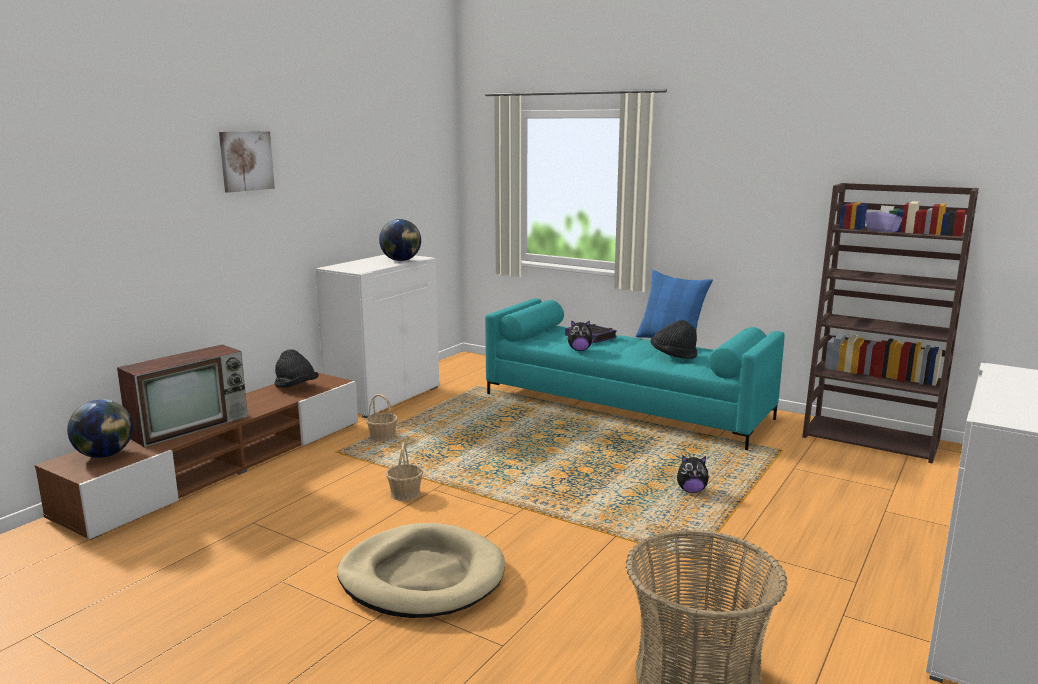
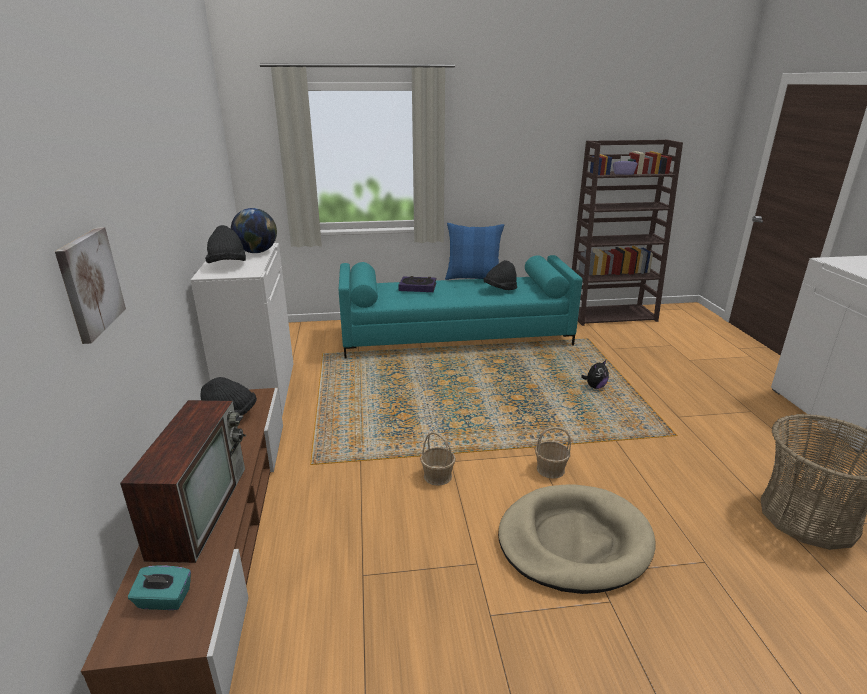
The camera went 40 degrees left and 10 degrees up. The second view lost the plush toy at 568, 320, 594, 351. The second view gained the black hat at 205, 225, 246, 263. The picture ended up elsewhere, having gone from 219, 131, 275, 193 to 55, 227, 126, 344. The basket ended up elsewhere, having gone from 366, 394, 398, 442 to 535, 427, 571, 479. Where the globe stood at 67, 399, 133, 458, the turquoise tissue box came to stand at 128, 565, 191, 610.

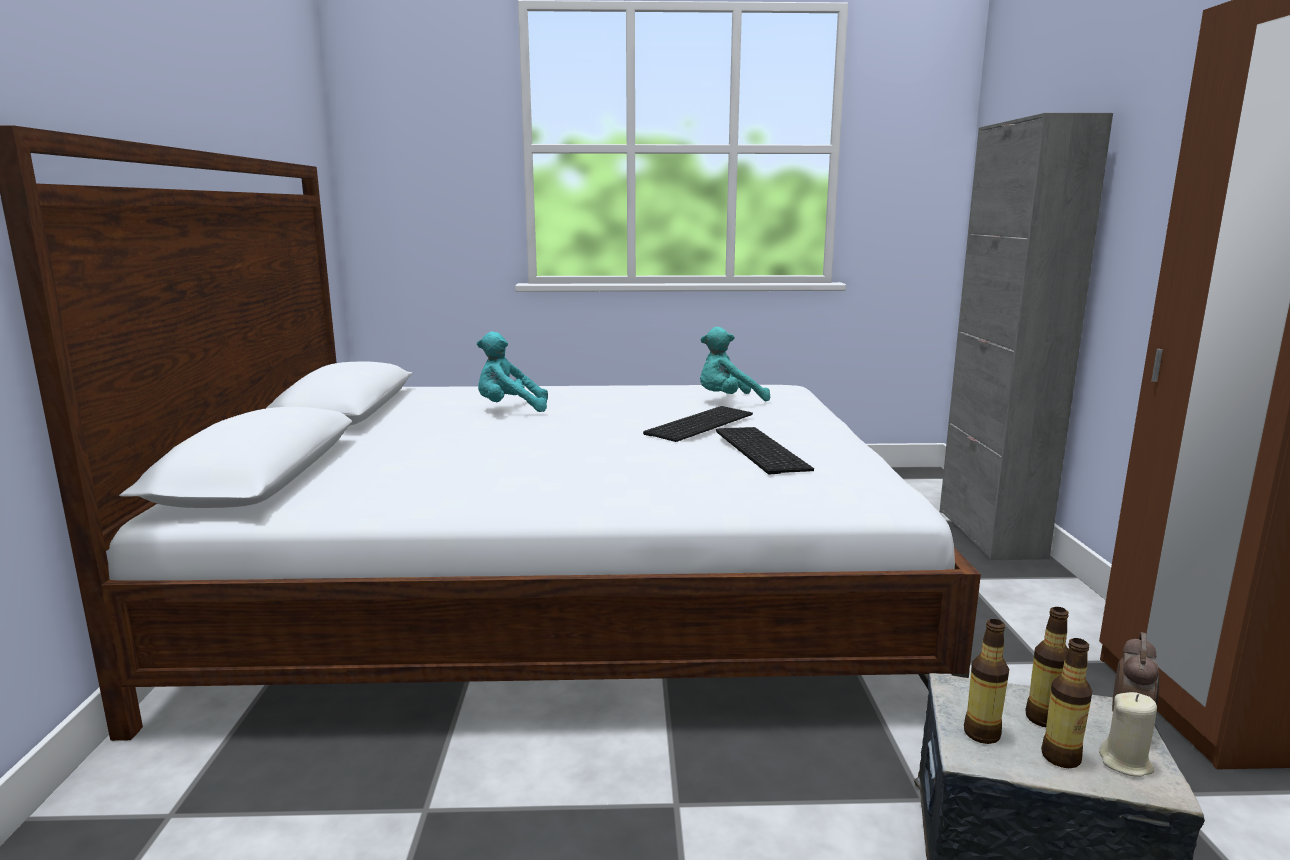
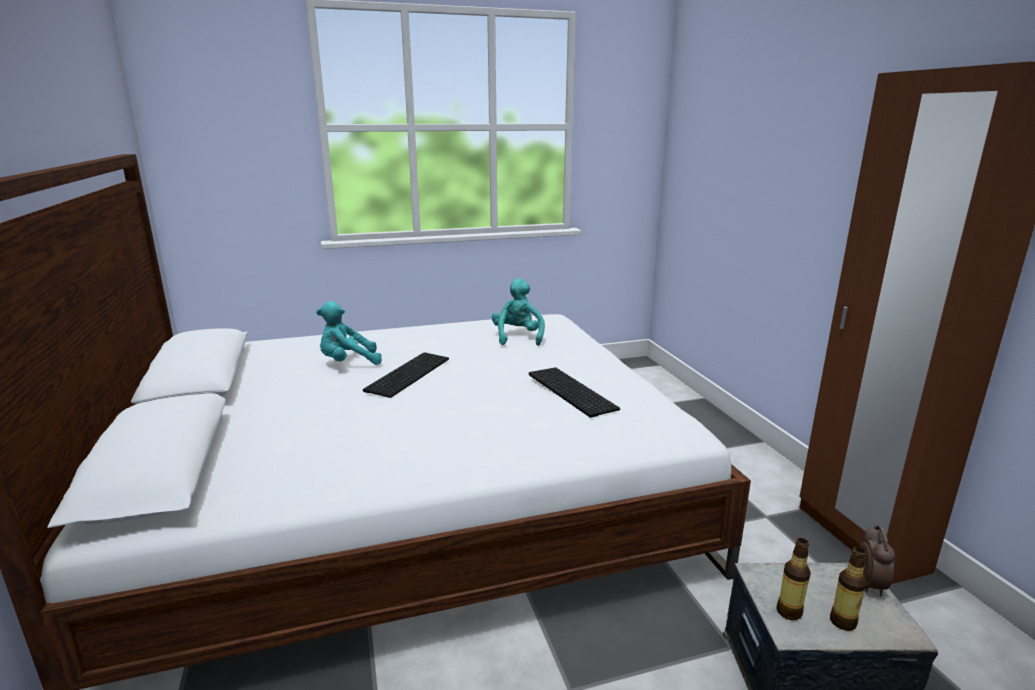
The camera went 15 degrees left and 5 degrees up. The second view lost the grey cabinet at 939, 113, 1113, 560. The second view lost the bottle at 1026, 607, 1069, 727. The second view lost the beige candle at 1099, 692, 1157, 777. The keyboard ended up elsewhere, having gone from 643, 406, 753, 442 to 363, 352, 449, 398. The turquoise plush toy at 700, 327, 770, 401 ended up facing another way, 120 degrees clockwise from before.

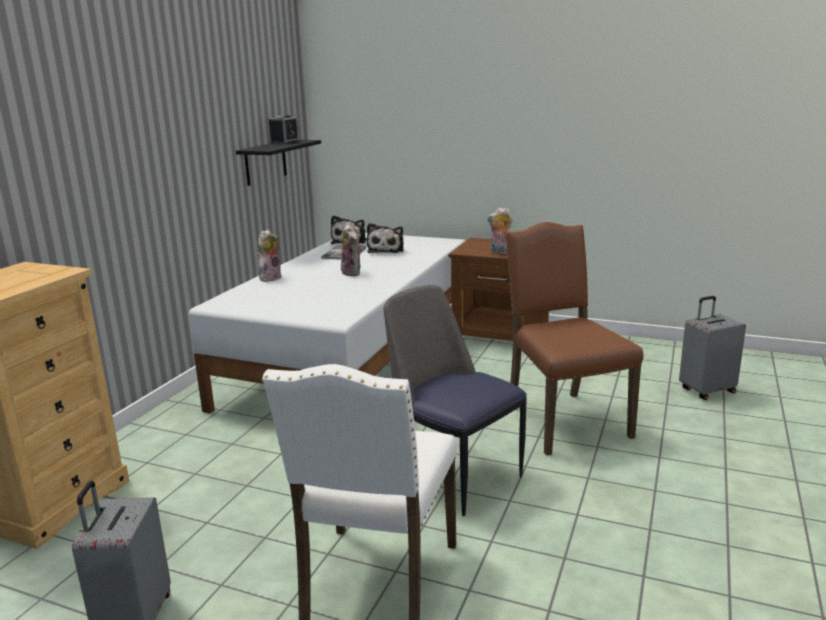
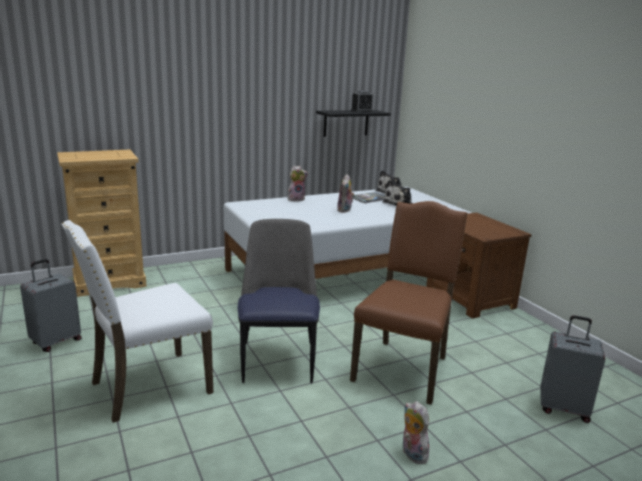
The camera went 40 degrees right and 0 degrees up. The plush toy ended up elsewhere, having gone from 487, 207, 513, 254 to 403, 401, 429, 464.

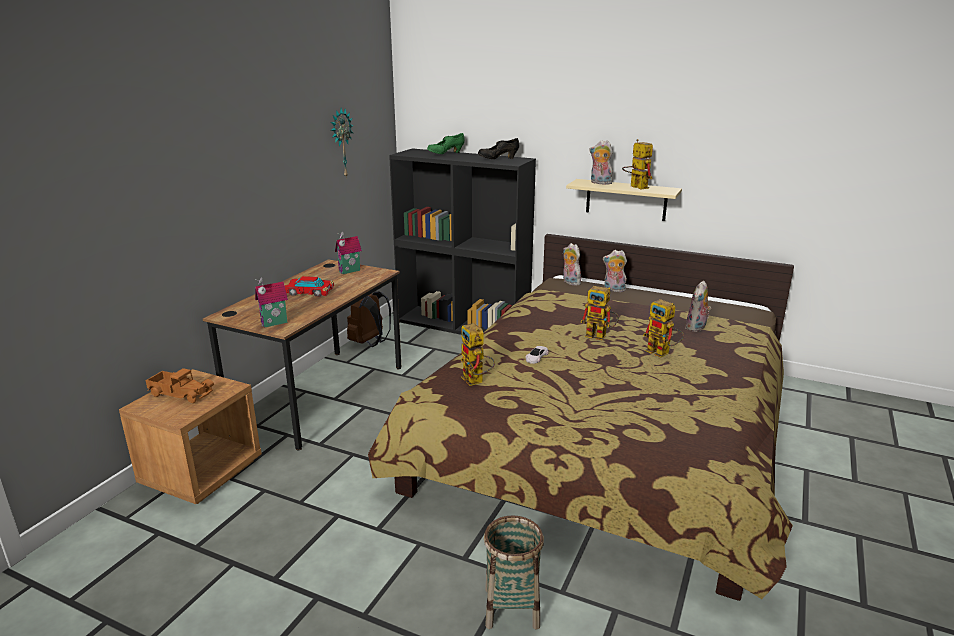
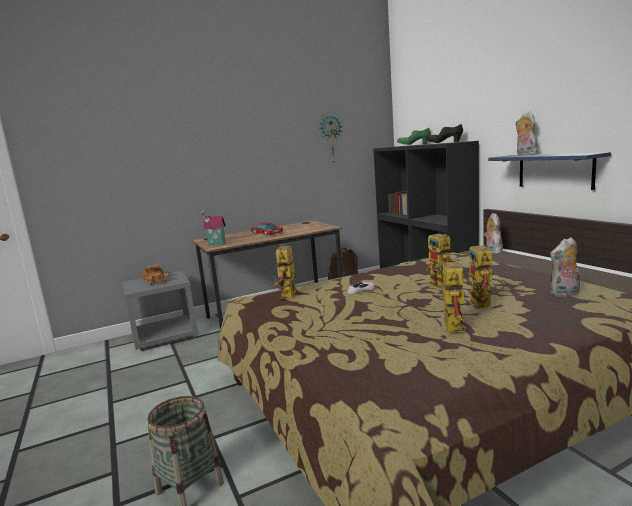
The camera went 40 degrees right and 10 degrees down. The second view lost the toy house at 335, 232, 362, 274. The second view lost the plush toy at 603, 250, 627, 292. The toy robot ended up elsewhere, having gone from 622, 139, 653, 190 to 432, 257, 465, 333. What was the brown nightstand at 119, 369, 262, 504 turned into the grey nightstand at 122, 271, 198, 351. What was the beige shelf at 566, 179, 682, 221 turned into the blue shelf at 488, 152, 611, 190.

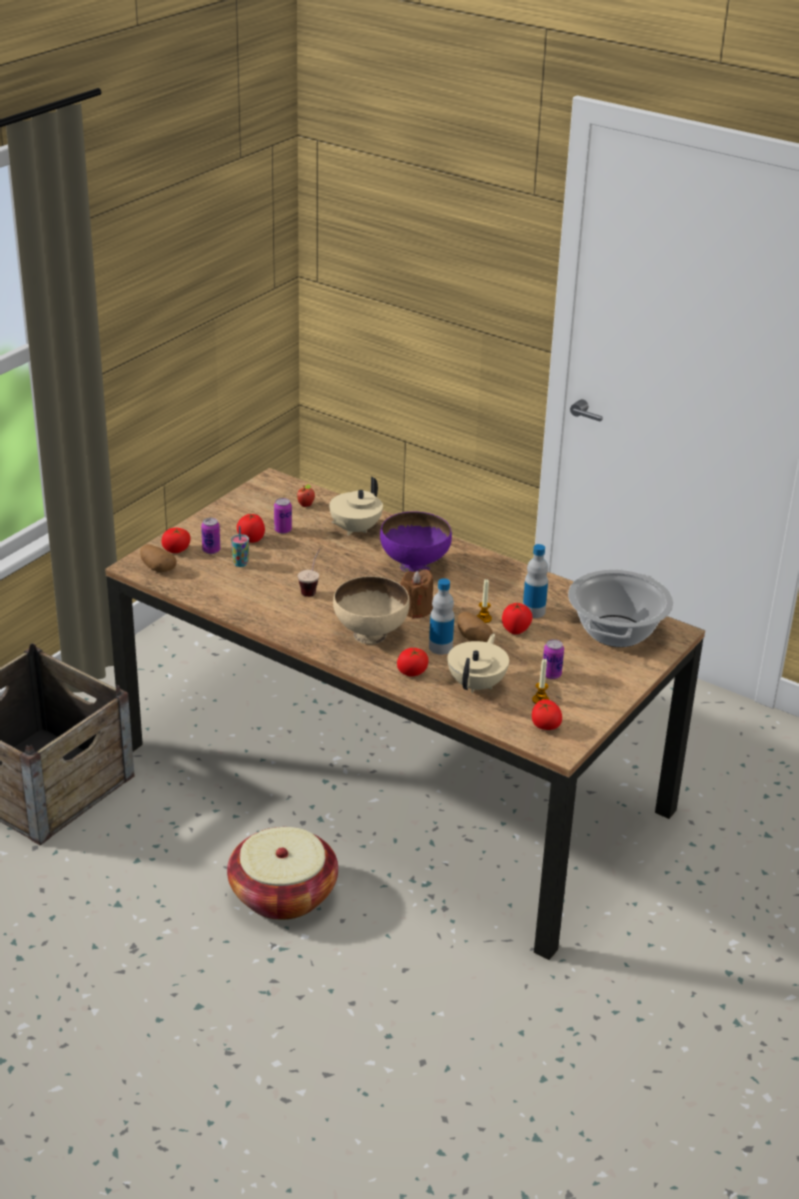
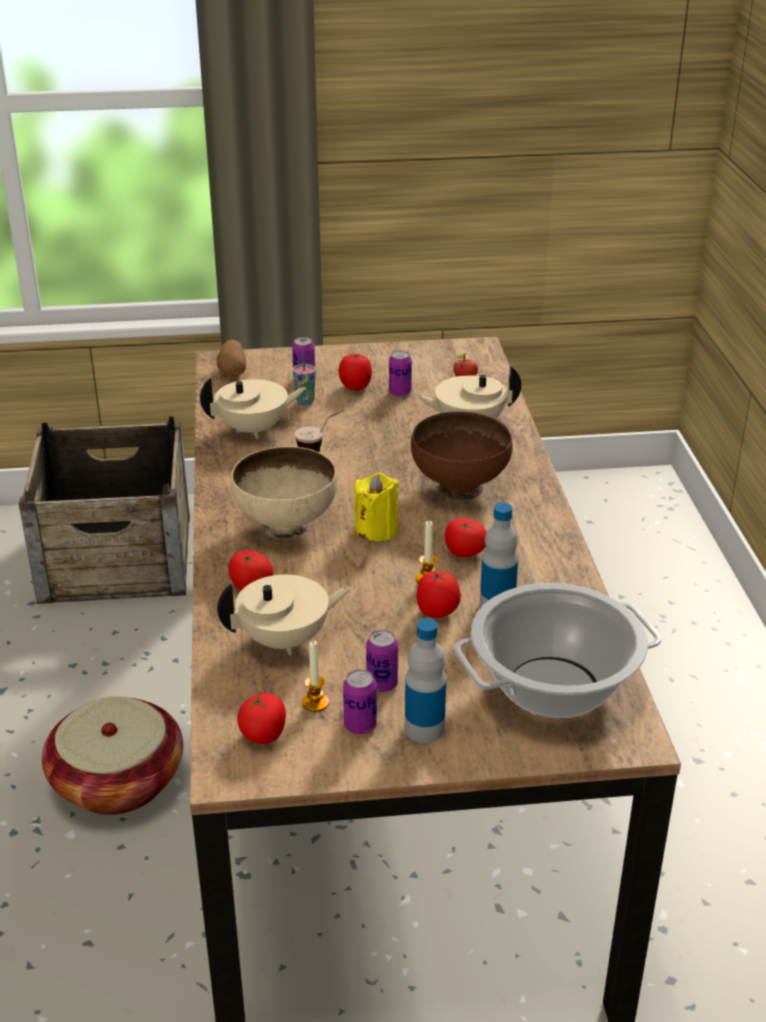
The camera went 50 degrees right and 0 degrees up. The second view lost the potato at 457, 611, 493, 642. The second view gained the beige teapot at 200, 377, 307, 439. The second view gained the can at 343, 669, 377, 734. The tomato ended up elsewhere, having gone from 162, 528, 190, 553 to 445, 518, 487, 557. The bottle ended up elsewhere, having gone from 429, 578, 454, 655 to 405, 618, 446, 743. What was the purple bowl at 380, 512, 452, 572 turned into the brown bowl at 411, 411, 512, 500. What was the brown candle at 400, 570, 433, 619 turned into the yellow candle at 354, 473, 399, 541.

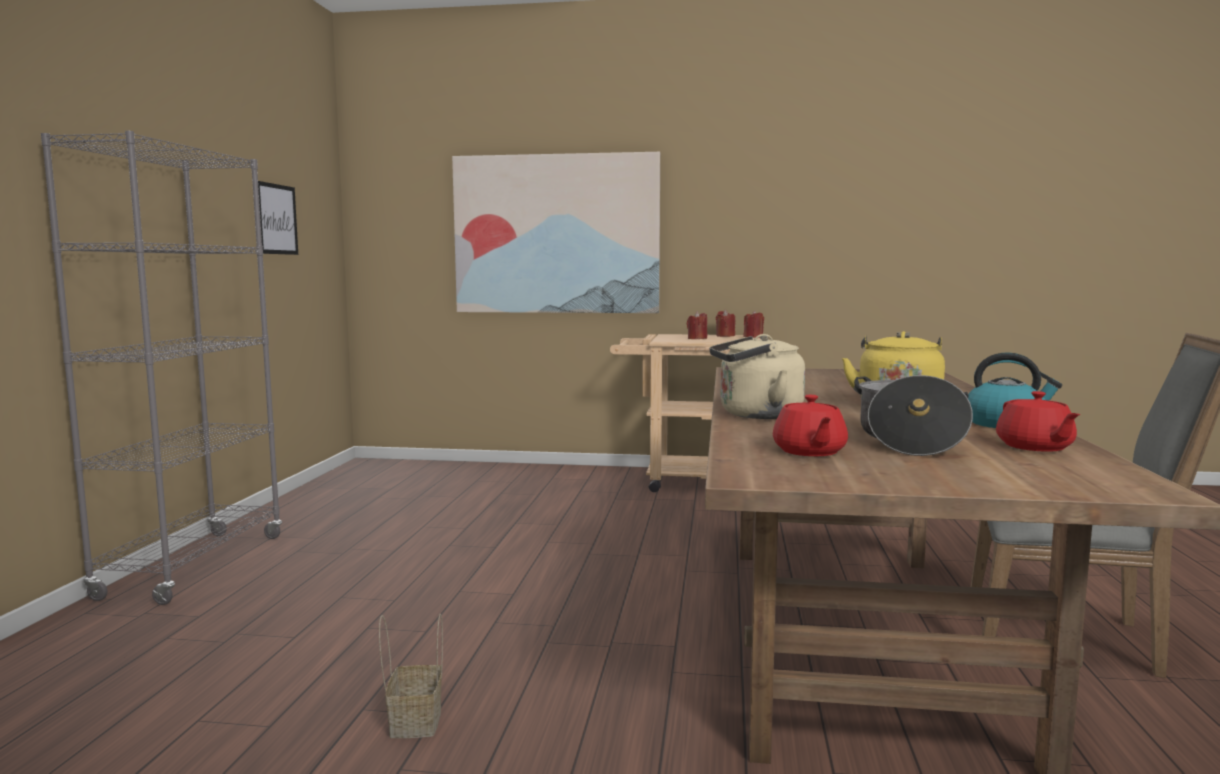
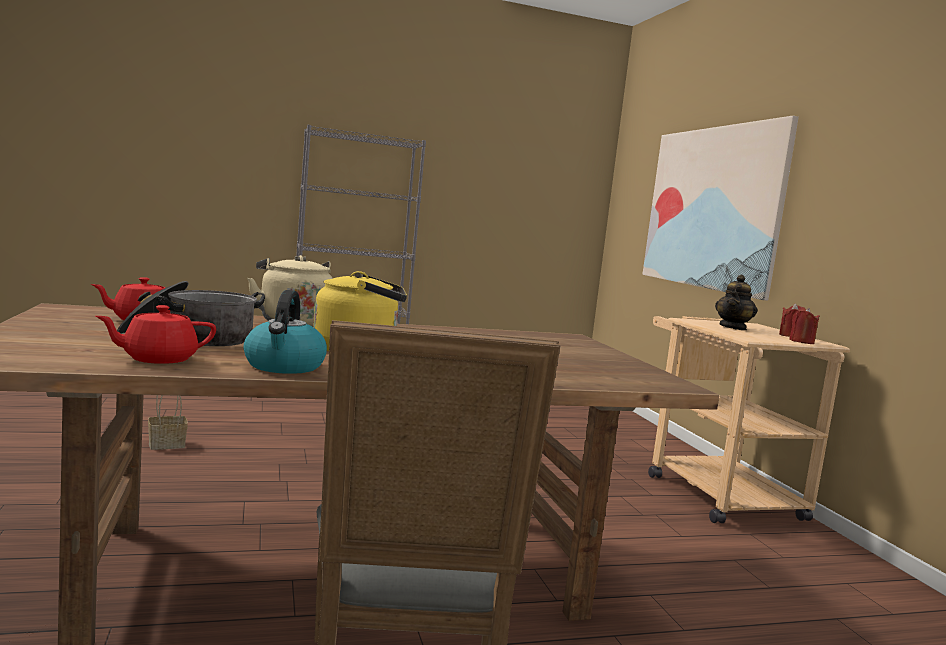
The camera went 65 degrees right and 0 degrees up. The second view lost the picture at 258, 181, 298, 255. Where the red candle stood at 687, 311, 707, 339, the teapot came to stand at 715, 275, 758, 330.

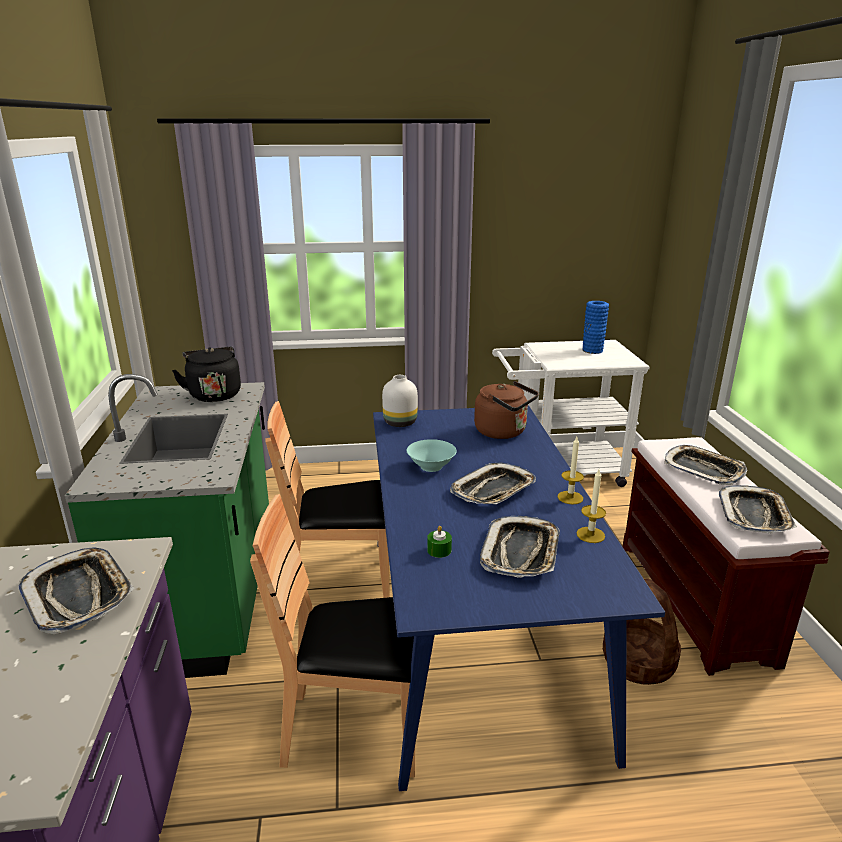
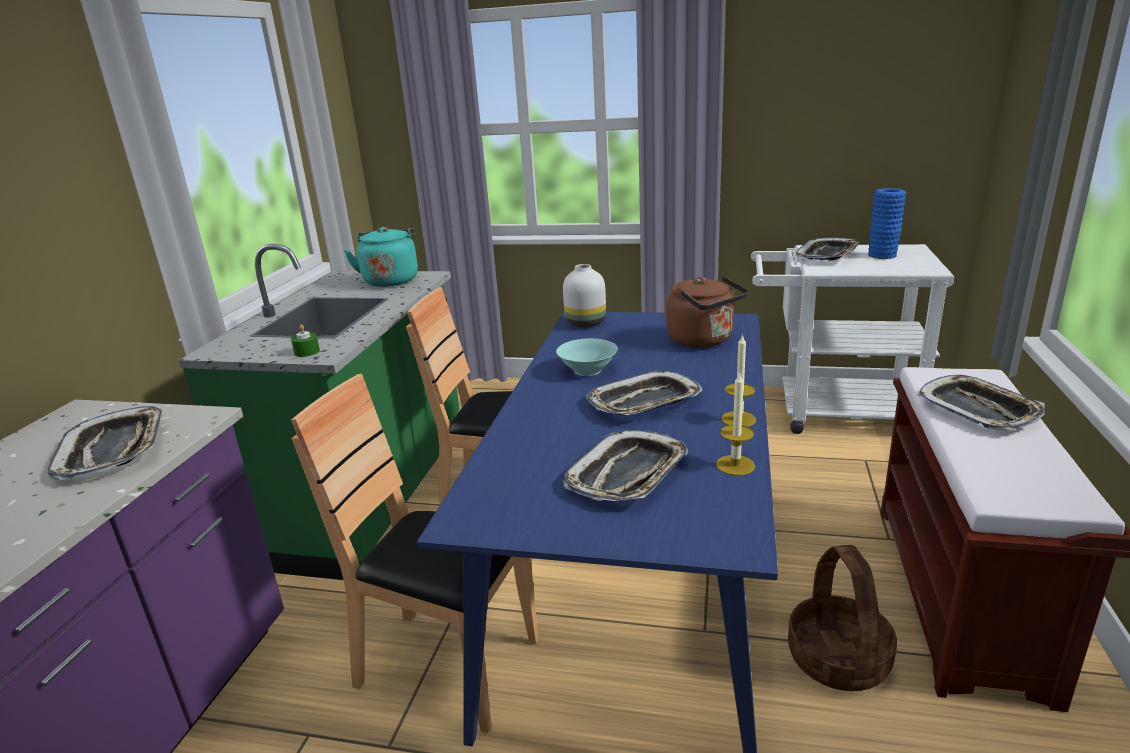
The camera went 20 degrees right and 0 degrees up. The green candle ended up elsewhere, having gone from 427, 526, 452, 558 to 291, 324, 320, 357. The tray ended up elsewhere, having gone from 719, 485, 797, 533 to 796, 238, 860, 261. What was the black kettle at 172, 346, 241, 402 turned into the turquoise kettle at 344, 227, 418, 287.

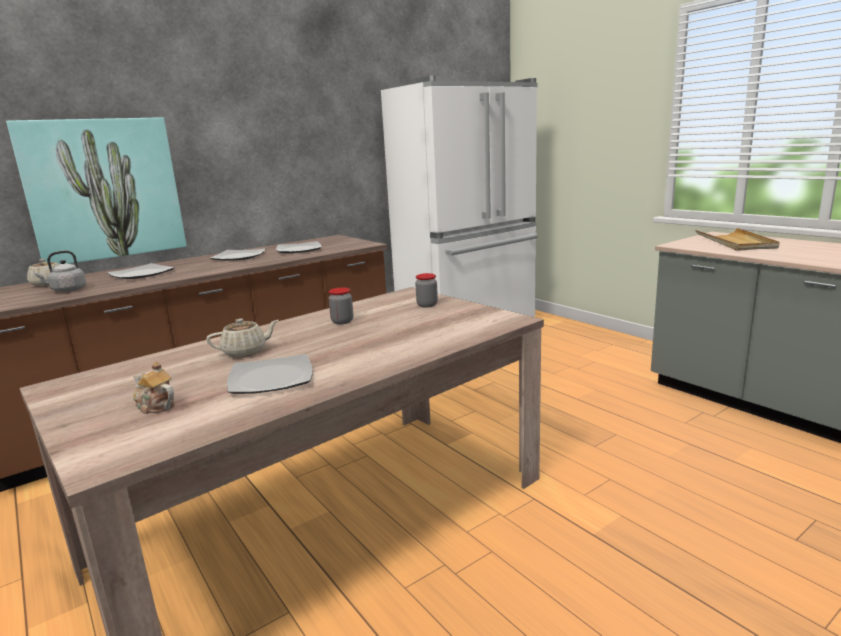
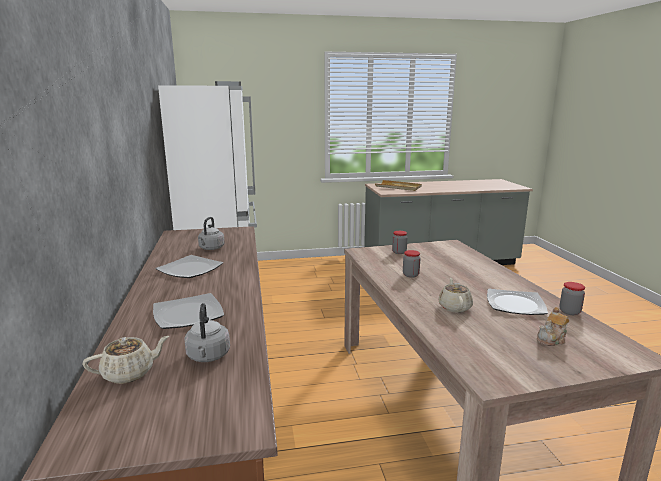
The camera went 65 degrees left and 0 degrees up. The second view lost the picture at 6, 117, 187, 264. The second view gained the jar at 560, 282, 585, 315. Where the plate stood at 276, 241, 322, 253, the grey kettle came to stand at 198, 217, 225, 250.

